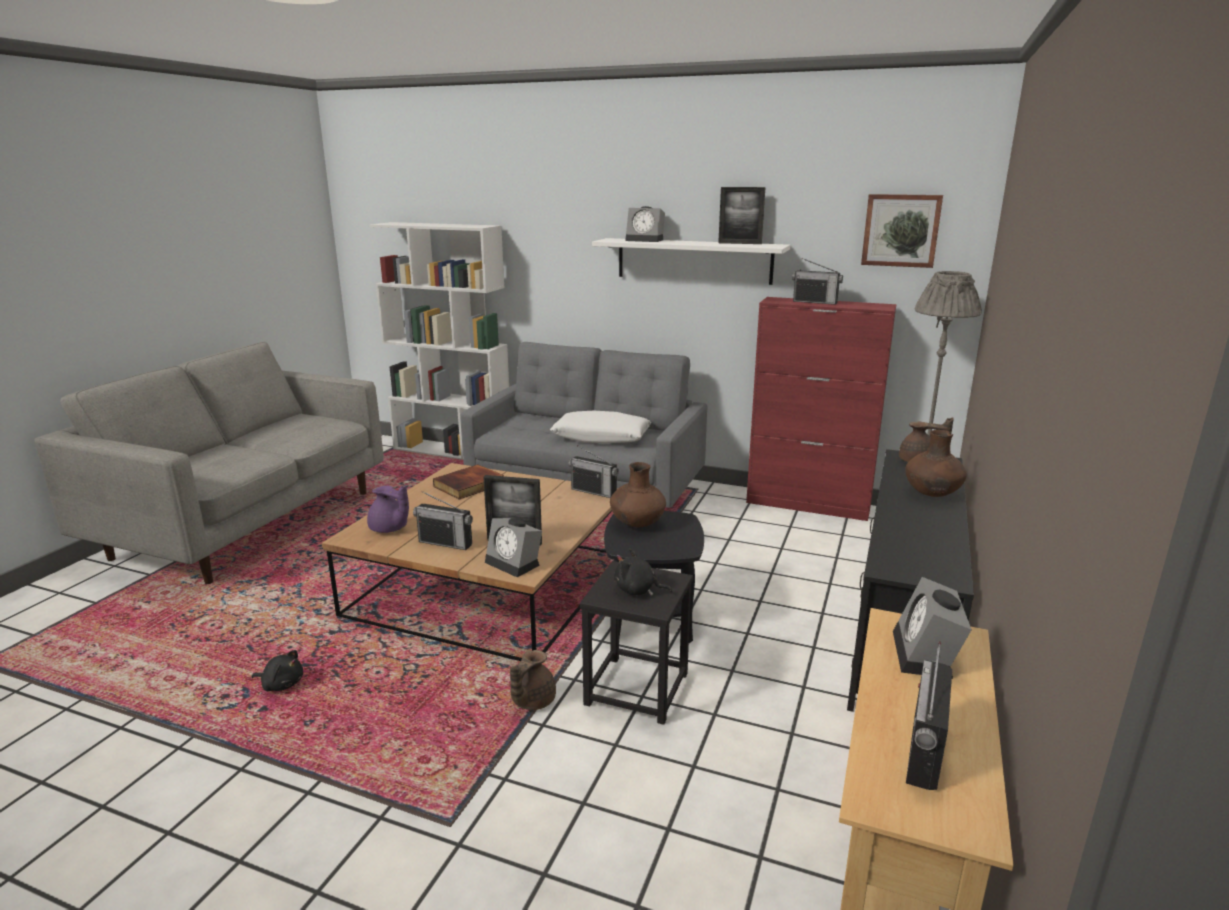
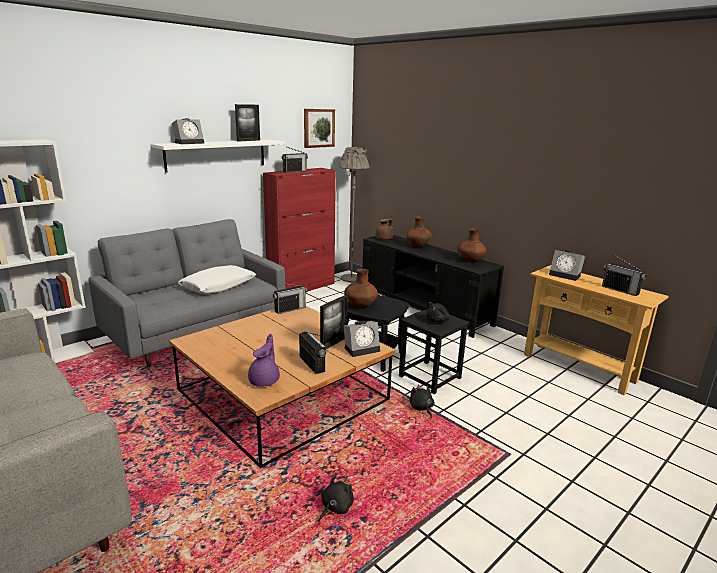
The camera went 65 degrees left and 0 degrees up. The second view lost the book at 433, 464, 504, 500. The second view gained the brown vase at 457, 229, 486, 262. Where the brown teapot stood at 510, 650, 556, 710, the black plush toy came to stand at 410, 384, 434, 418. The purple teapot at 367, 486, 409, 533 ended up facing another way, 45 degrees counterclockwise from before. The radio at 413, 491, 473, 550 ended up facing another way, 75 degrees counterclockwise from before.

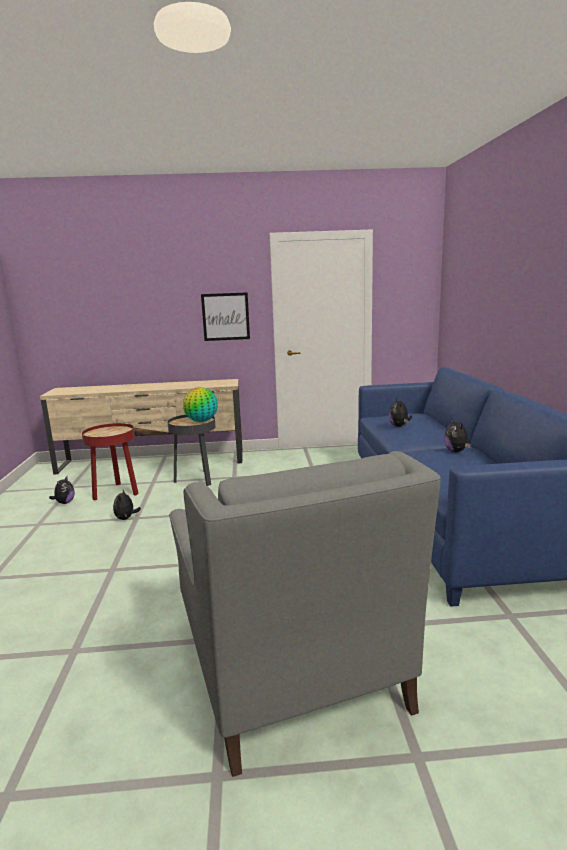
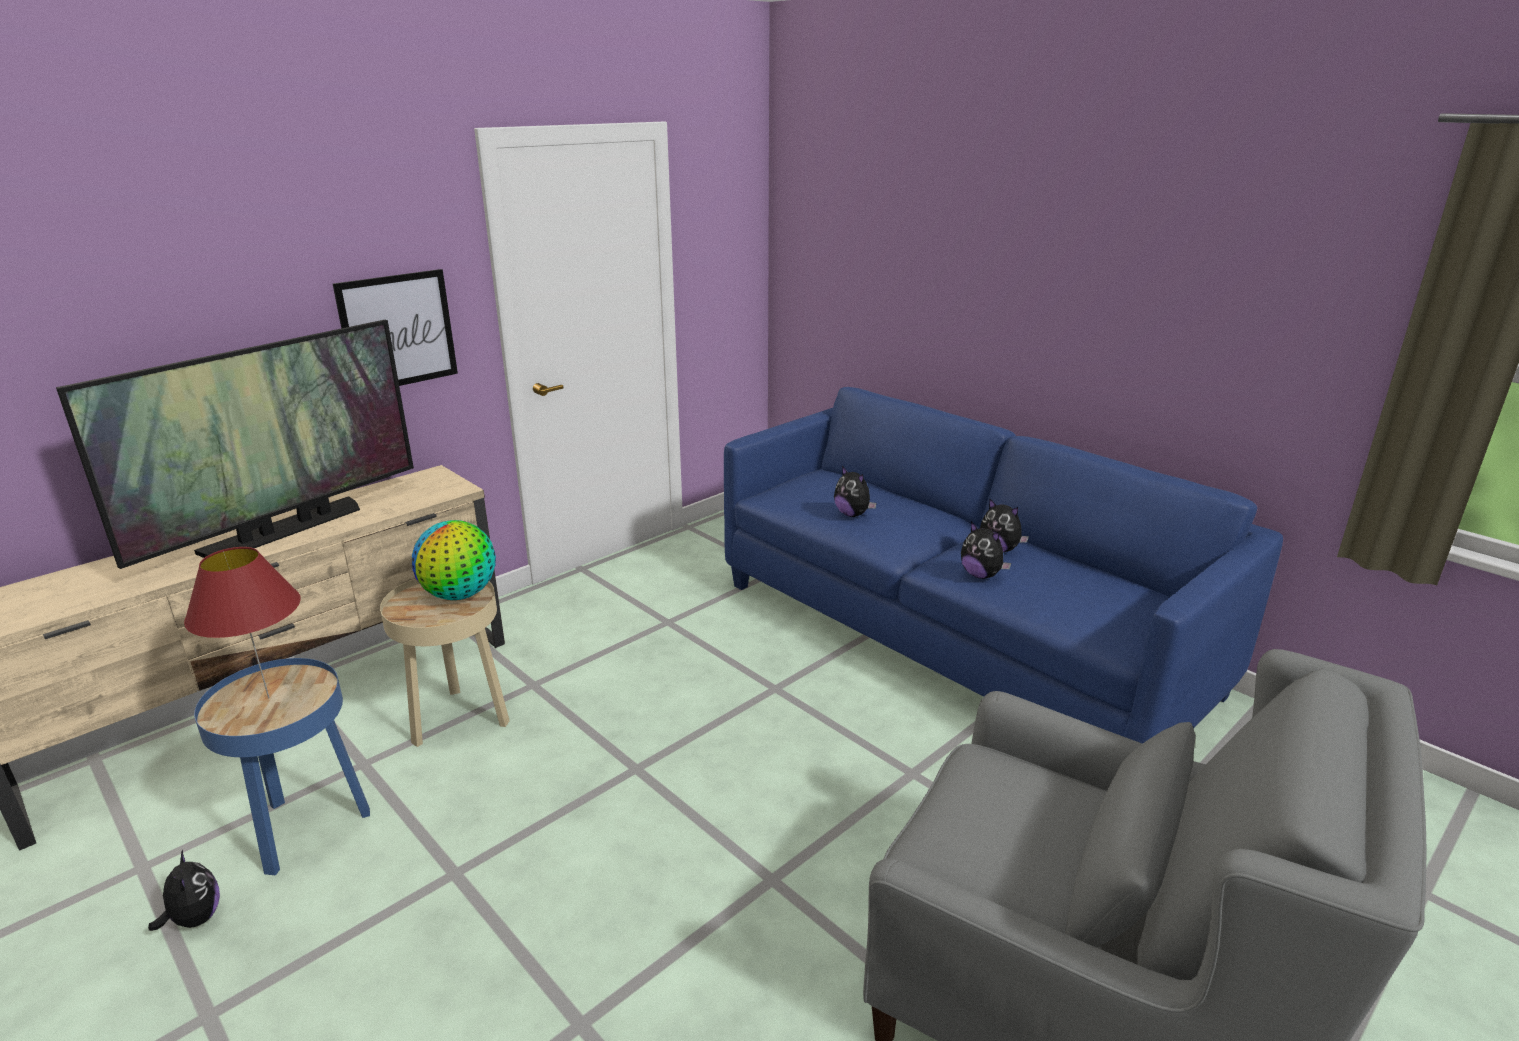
The camera went 40 degrees left and 10 degrees up. The second view gained the television at 56, 320, 414, 569. The second view gained the red table lamp at 184, 547, 301, 699. The plush toy ended up elsewhere, having gone from 113, 490, 141, 520 to 961, 521, 1011, 579. What was the red side table at 82, 423, 139, 501 turned into the blue side table at 194, 658, 370, 875. What was the black side table at 168, 415, 216, 486 turned into the beige side table at 380, 579, 510, 747.

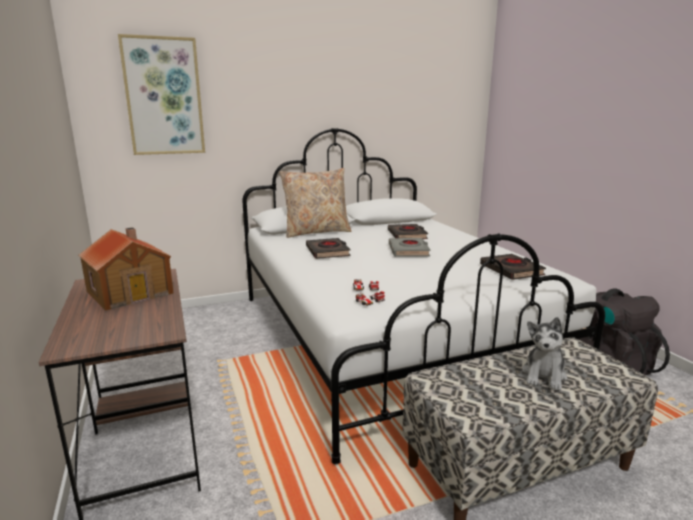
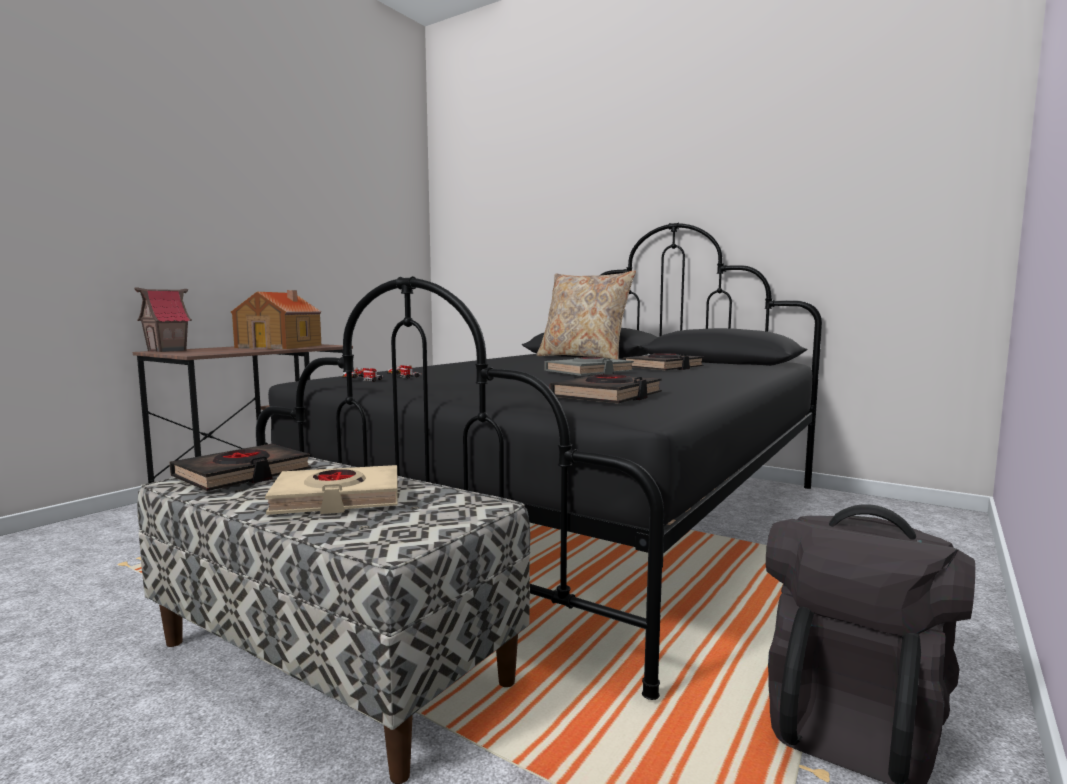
The camera went 55 degrees right and 10 degrees down. The second view lost the picture at 118, 34, 205, 155. The second view gained the toy house at 134, 287, 192, 352. The black book ended up elsewhere, having gone from 306, 238, 351, 259 to 170, 444, 311, 491. Where the plush toy stood at 522, 317, 568, 391, the beige book came to stand at 265, 465, 398, 515. What was the white bed at 242, 128, 605, 464 turned into the black bed at 256, 222, 822, 700.

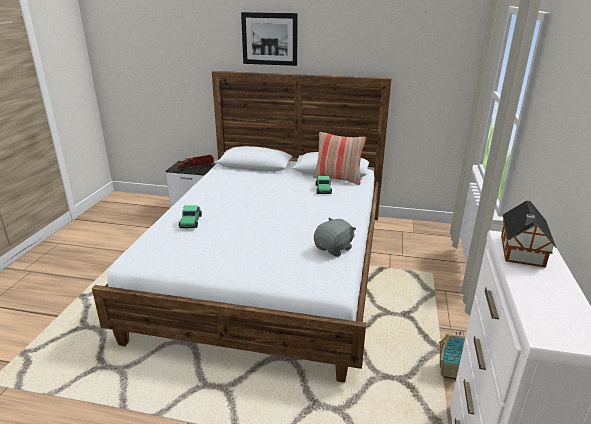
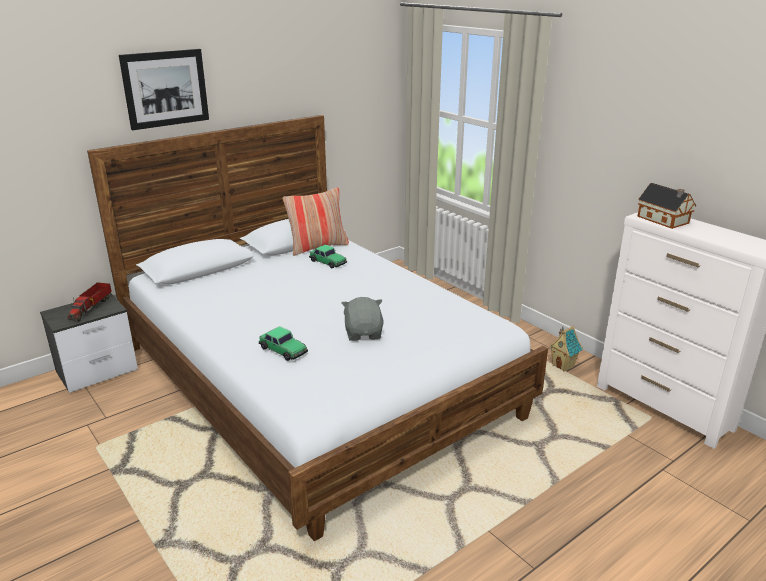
The camera went 50 degrees left and 0 degrees up. The grey plush toy ended up elsewhere, having gone from 314, 217, 356, 257 to 342, 297, 384, 341.

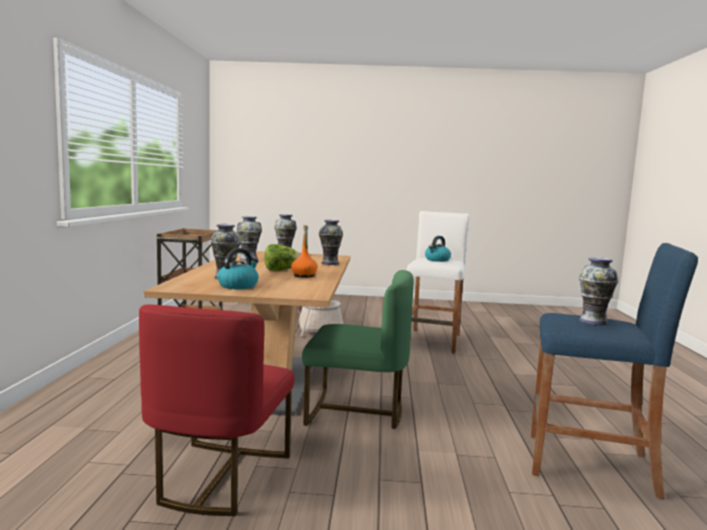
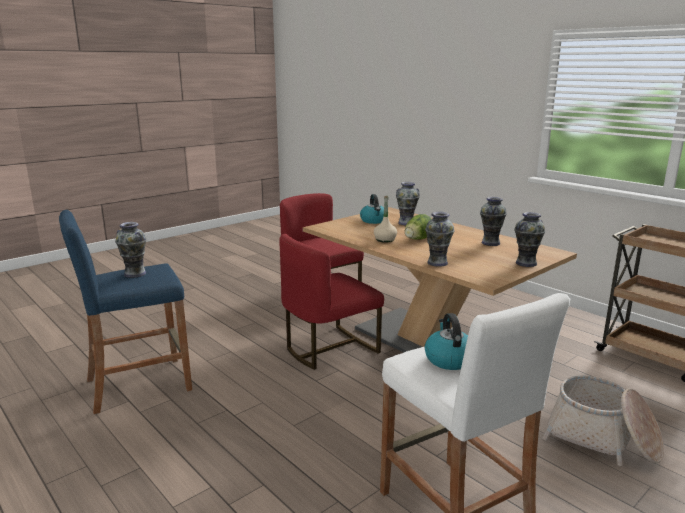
The camera went 135 degrees right and 10 degrees up. What was the orange bottle at 291, 225, 318, 278 turned into the beige bottle at 374, 196, 397, 243. What was the green chair at 302, 270, 414, 429 turned into the red chair at 279, 234, 384, 370.

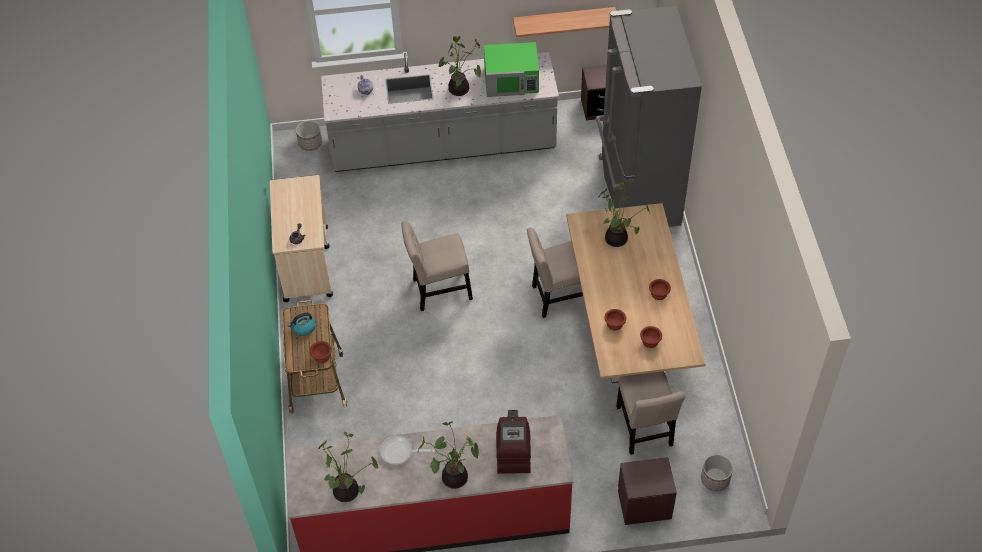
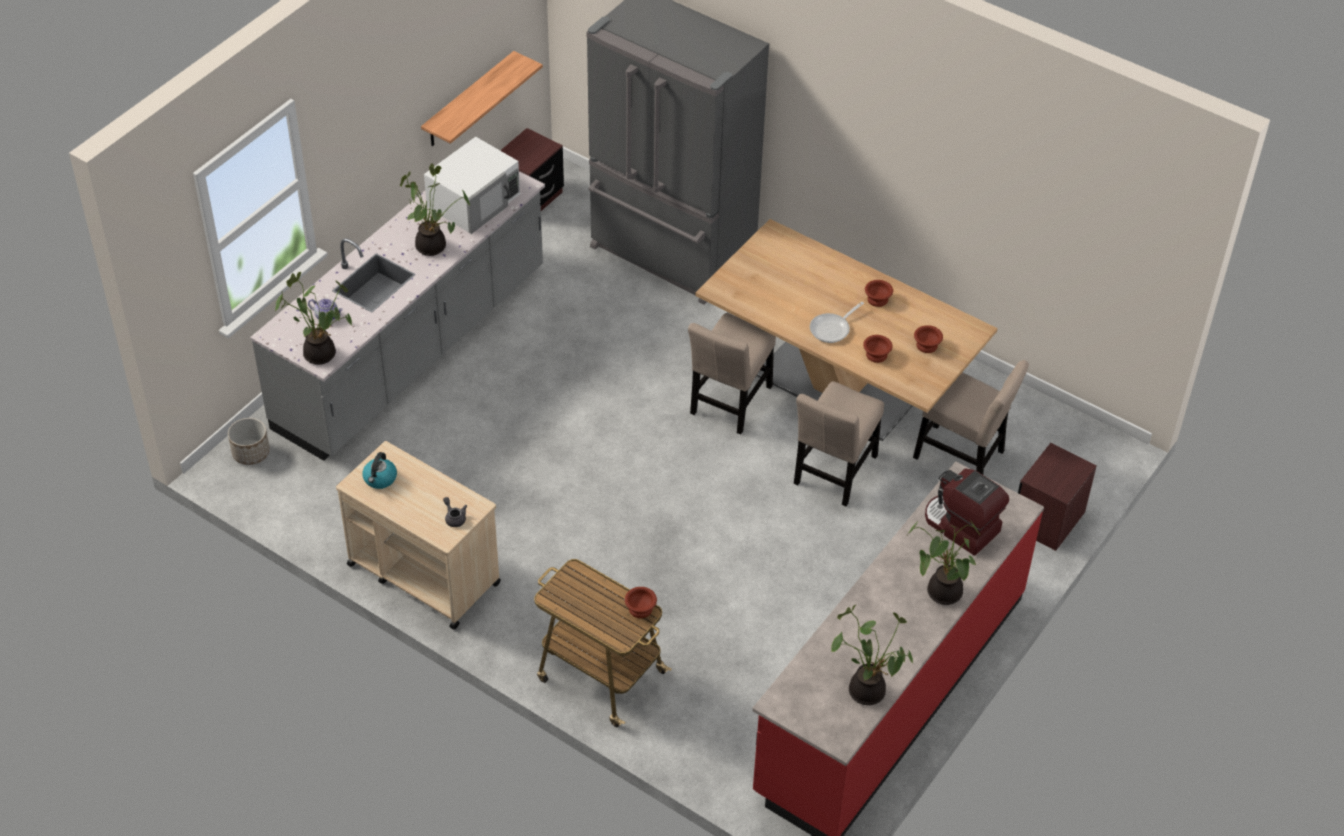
The camera went 50 degrees left and 5 degrees down. The second view lost the planter at 701, 454, 733, 491. The kettle ended up elsewhere, having gone from 288, 313, 316, 336 to 363, 452, 397, 489. The frying pan ended up elsewhere, having gone from 380, 436, 435, 464 to 810, 302, 864, 343. The beige chair ended up elsewhere, having gone from 401, 221, 473, 311 to 794, 381, 884, 506. The potted plant ended up elsewhere, having gone from 598, 182, 650, 247 to 275, 272, 352, 365. What was the green microwave at 484, 42, 539, 97 turned into the white microwave at 424, 137, 520, 234.

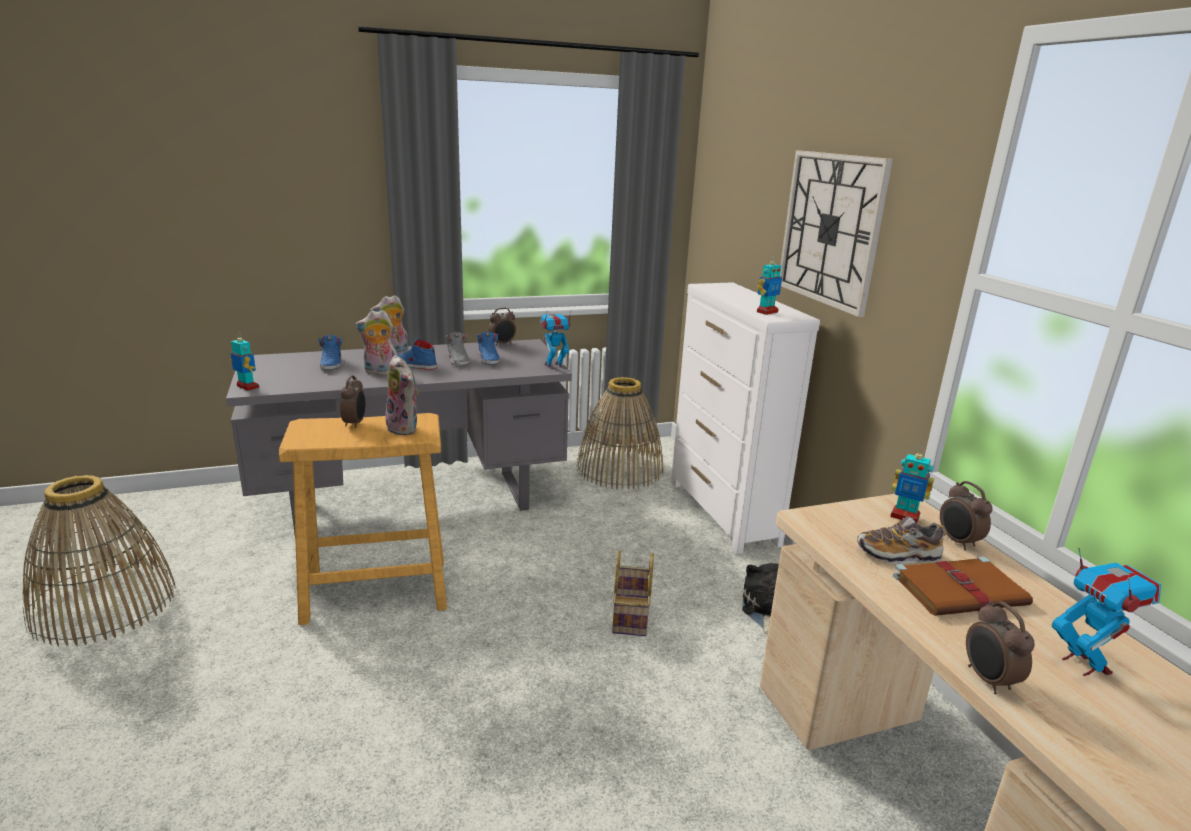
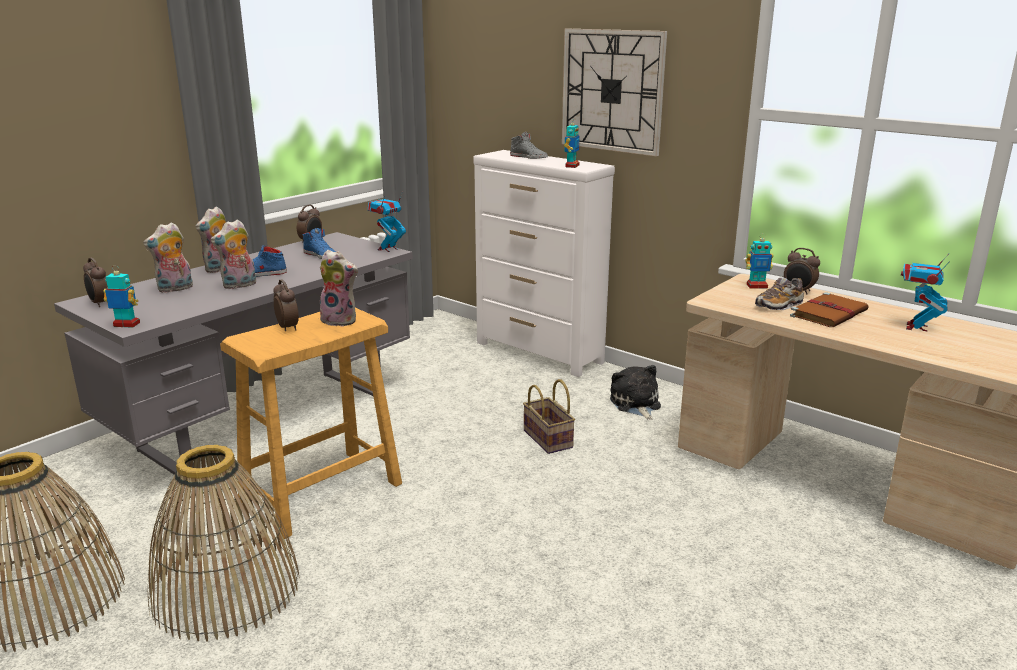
The camera went 30 degrees left and 0 degrees up. The grey shoe ended up elsewhere, having gone from 445, 332, 470, 365 to 510, 132, 548, 159. The basket ended up elsewhere, having gone from 577, 377, 663, 489 to 147, 445, 300, 641. The alarm clock ended up elsewhere, having gone from 966, 601, 1035, 695 to 83, 258, 108, 307. Where the blue shoe stood at 318, 335, 342, 370, the plush toy came to stand at 143, 222, 193, 293. The toy robot at 1052, 548, 1161, 676 ended up facing another way, 105 degrees counterclockwise from before.

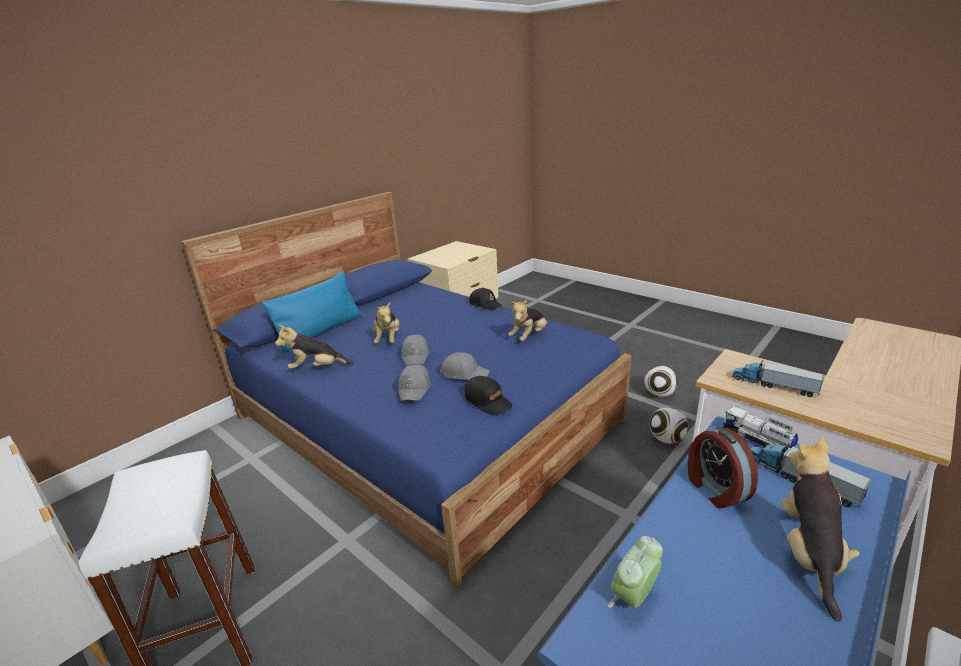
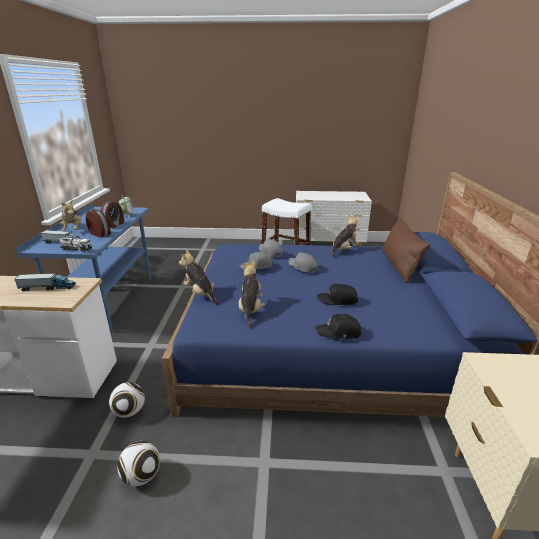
The camera went 140 degrees right and 0 degrees up. The second view gained the alarm clock at 100, 200, 124, 228. The plush toy ended up elsewhere, having gone from 372, 302, 399, 343 to 179, 250, 220, 305. The black cap ended up elsewhere, having gone from 465, 376, 512, 414 to 317, 284, 358, 305. What was the blue pillow at 262, 271, 362, 353 turned into the brown pillow at 382, 217, 430, 283.

